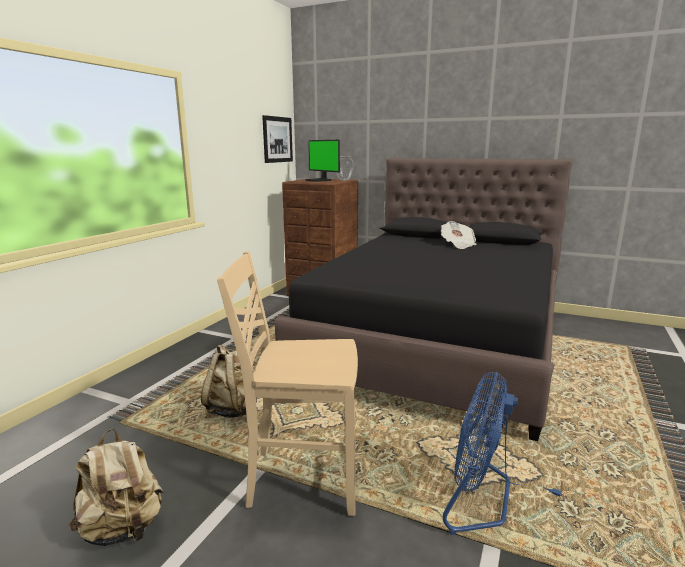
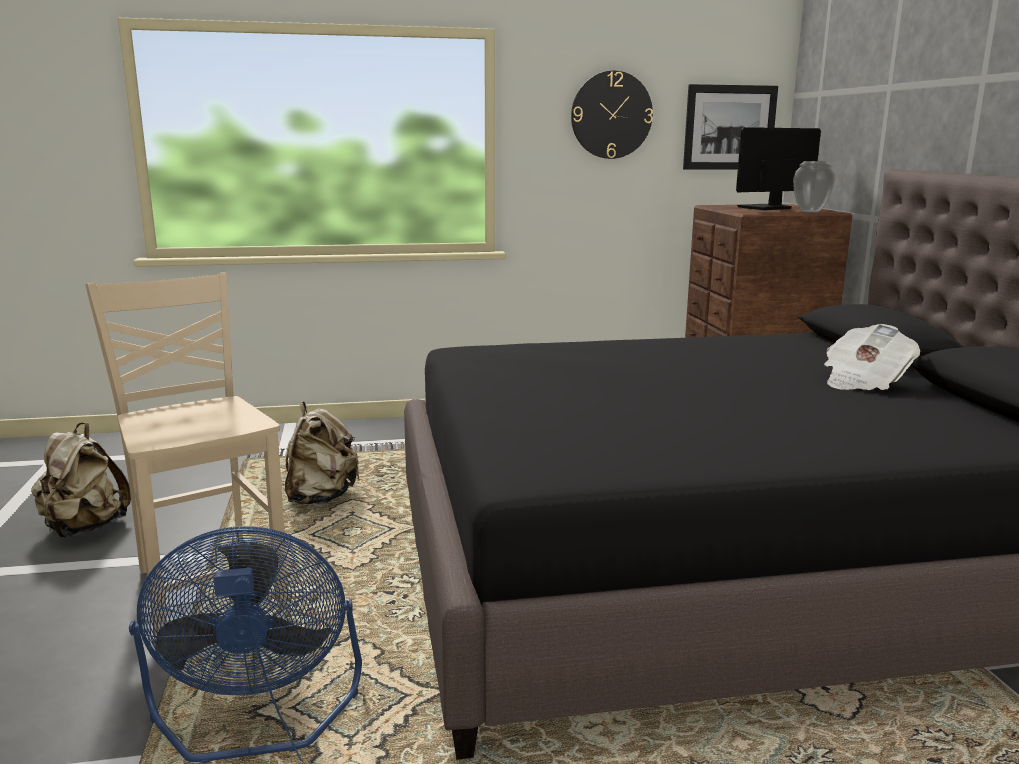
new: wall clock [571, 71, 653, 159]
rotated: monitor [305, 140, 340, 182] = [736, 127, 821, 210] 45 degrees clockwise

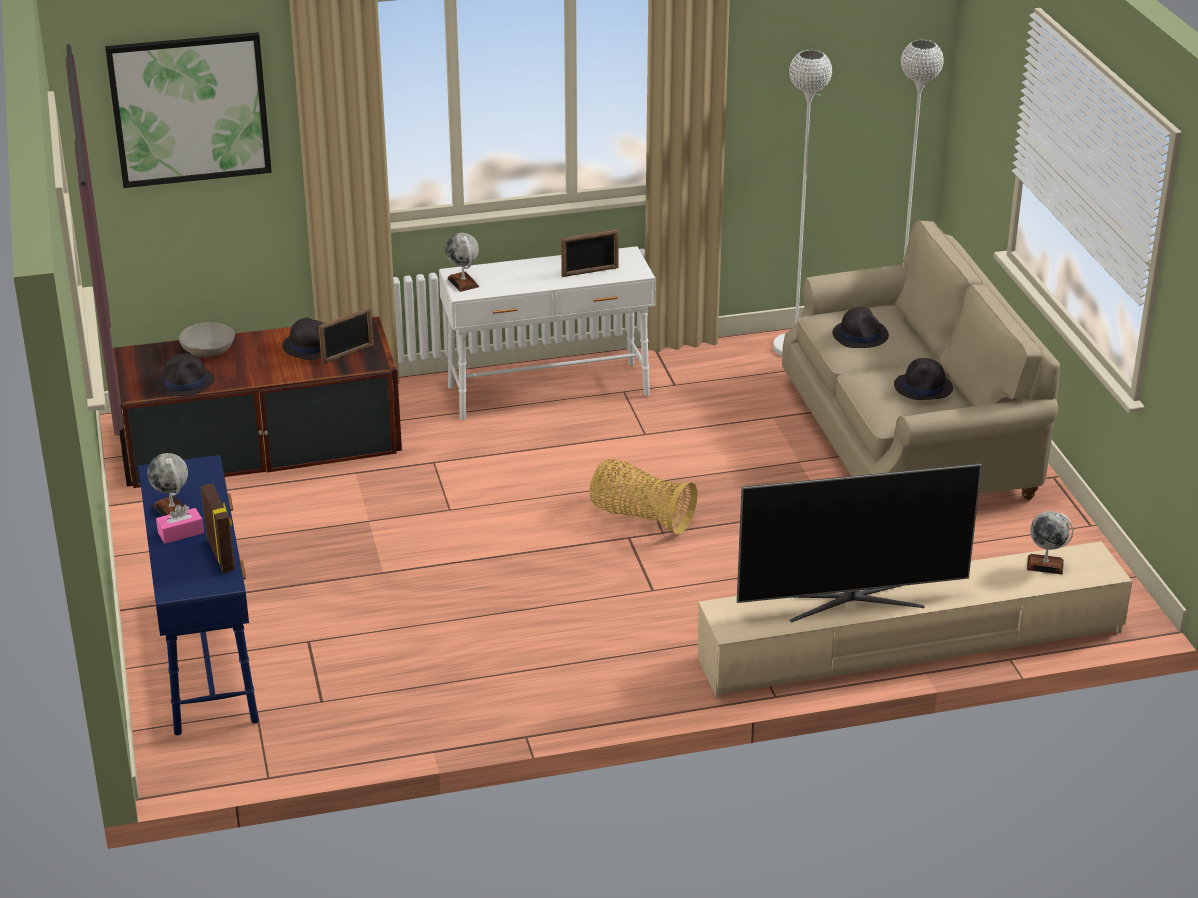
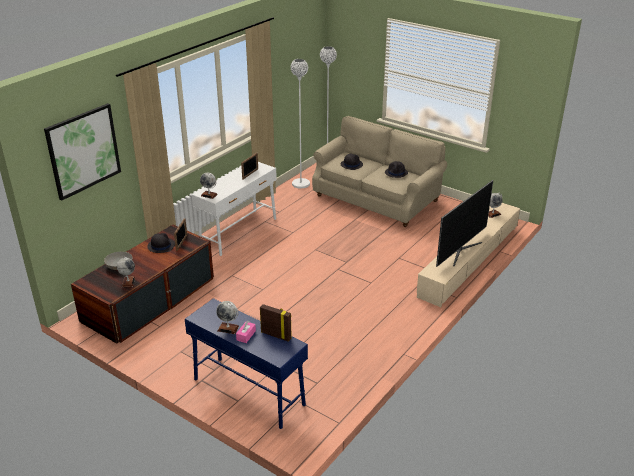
gone: basket [589, 459, 698, 535]
swapped: black hat [156, 353, 215, 396] to globe [117, 256, 135, 287]

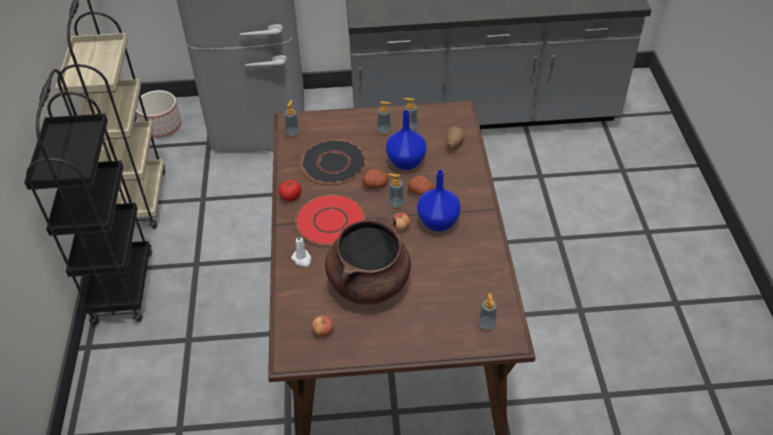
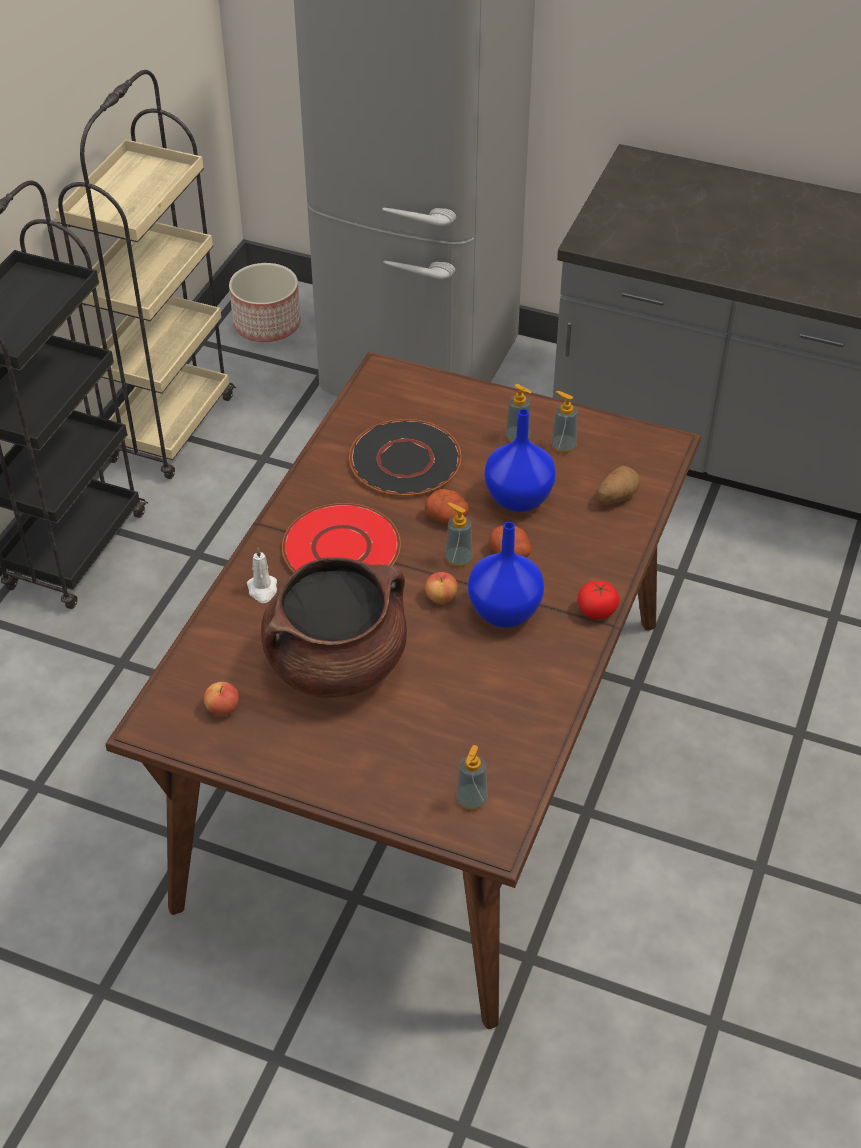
gone: soap dispenser [284, 100, 300, 138]
shifted: tomato [278, 180, 301, 201] to [578, 581, 619, 620]

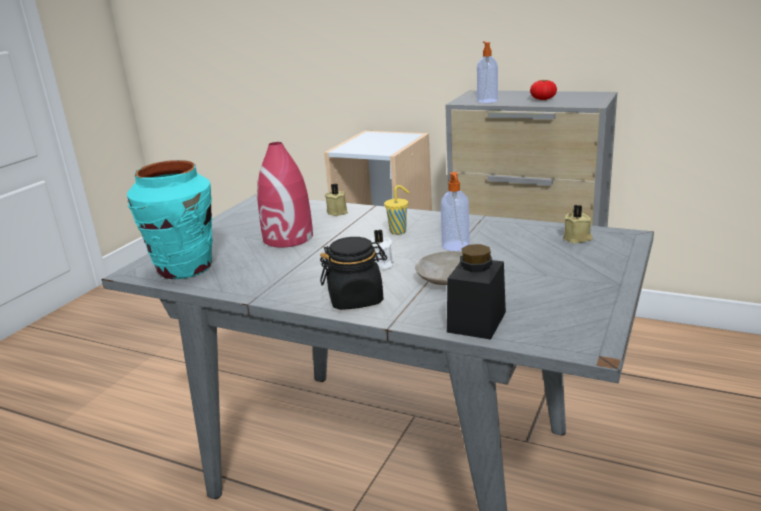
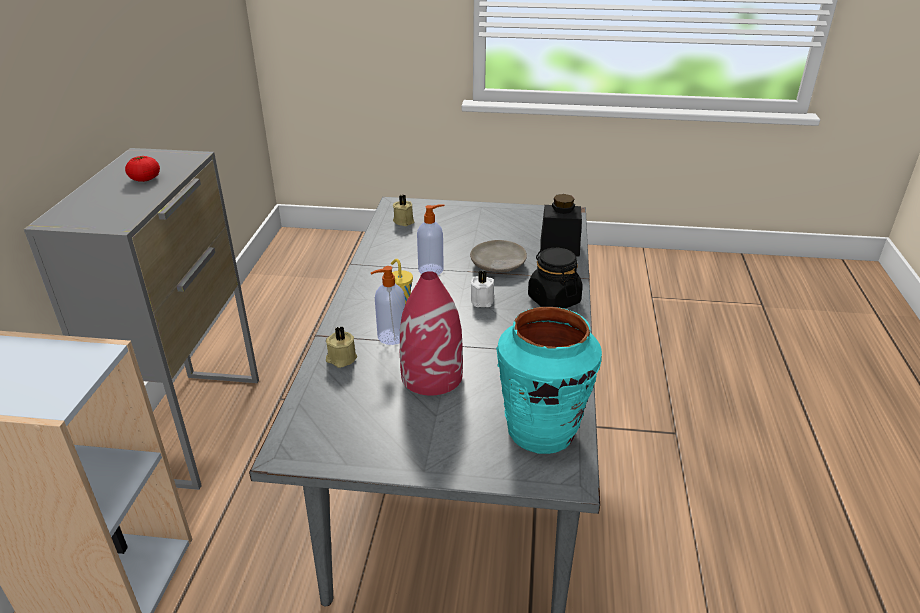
shifted: soap dispenser [477, 41, 498, 103] to [371, 266, 405, 345]

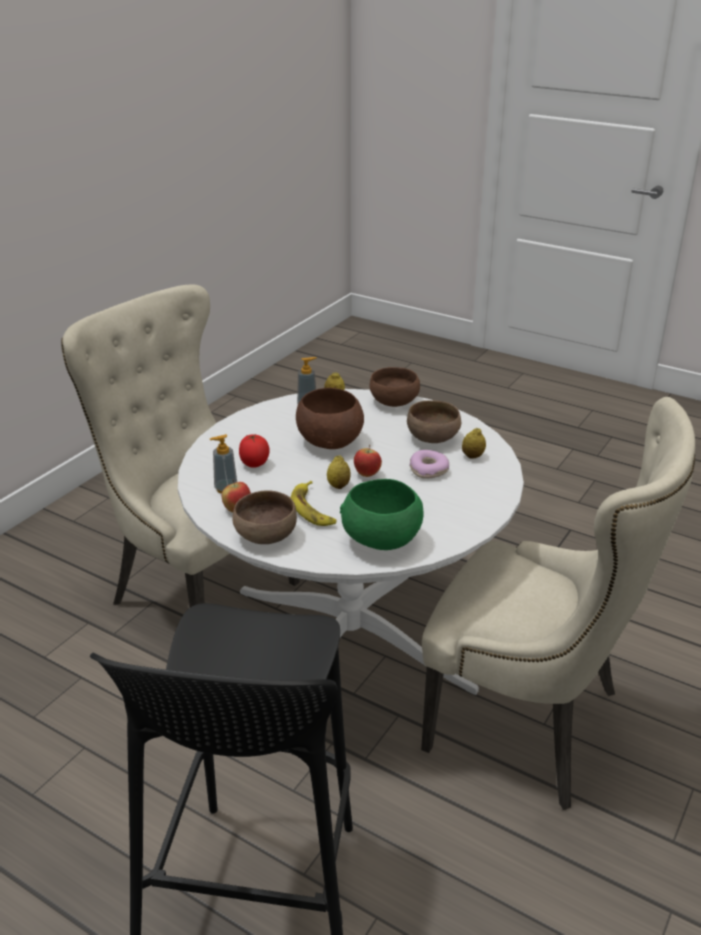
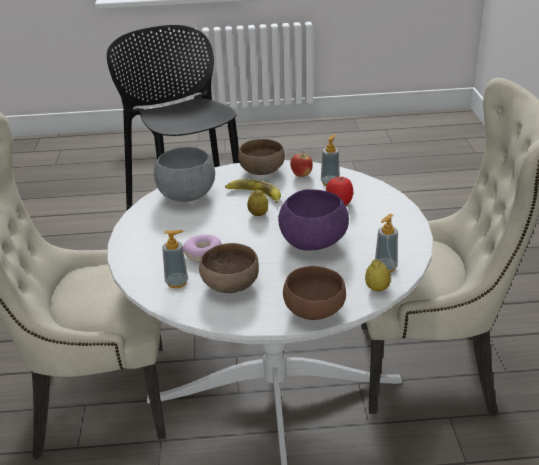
gone: apple [354, 445, 382, 477]
swapped: lemon [462, 428, 486, 458] to soap dispenser [162, 230, 188, 288]
repainted: green bowl [340, 479, 423, 550] to grey bowl [154, 147, 215, 202]; brown bowl [296, 388, 364, 449] to purple bowl [278, 189, 349, 251]

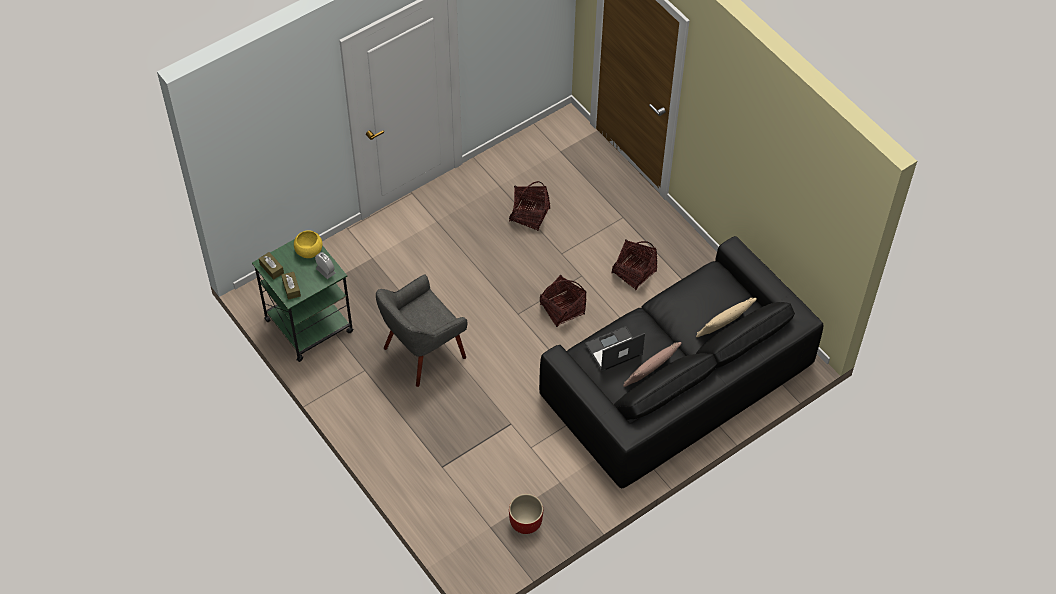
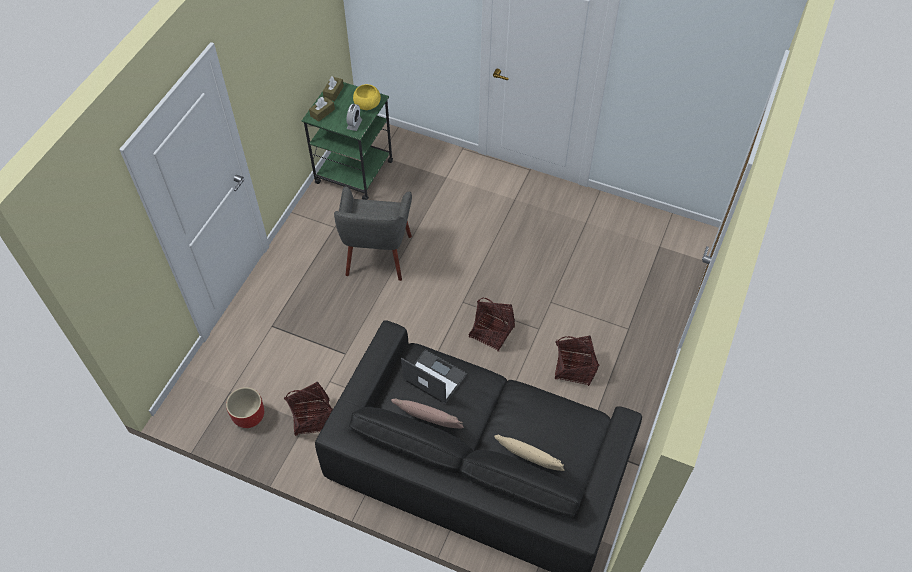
shifted: basket [509, 181, 550, 231] to [284, 382, 333, 436]
rotated: grey armchair [376, 275, 467, 387] = [334, 186, 412, 281] 105 degrees counterclockwise

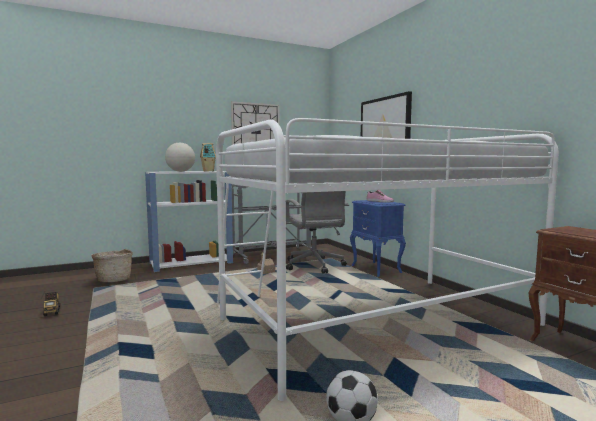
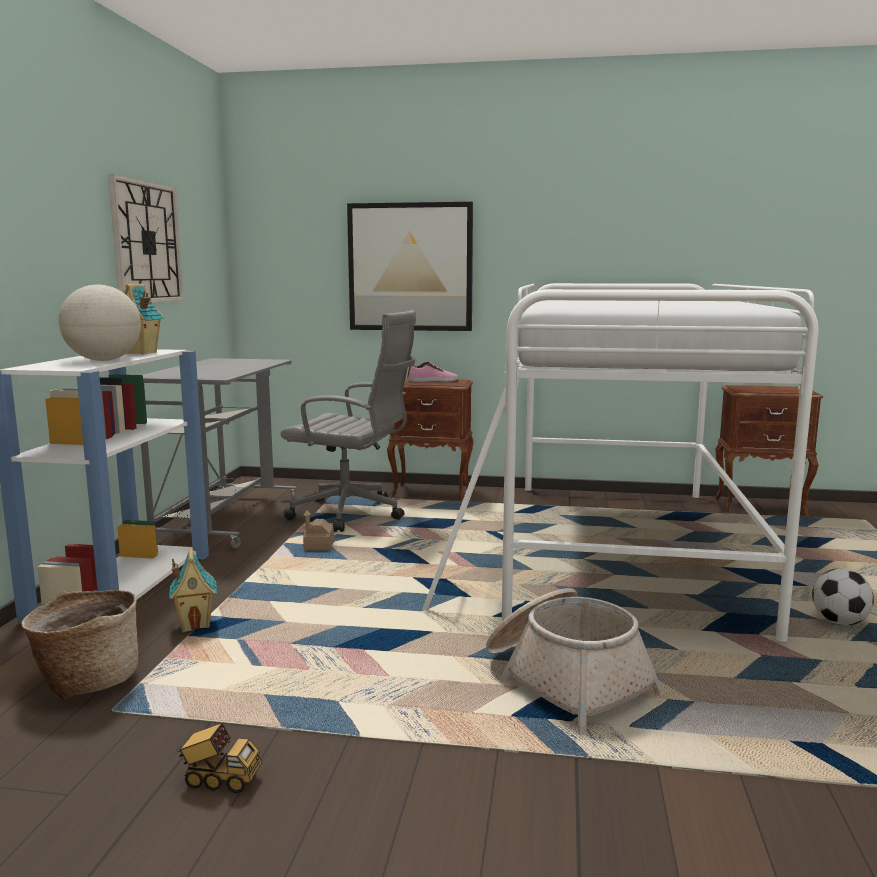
new: toy house [169, 548, 217, 633]; basket [486, 588, 663, 733]
repainted: blue nightstand [350, 200, 406, 277] to brown nightstand [387, 378, 473, 501]

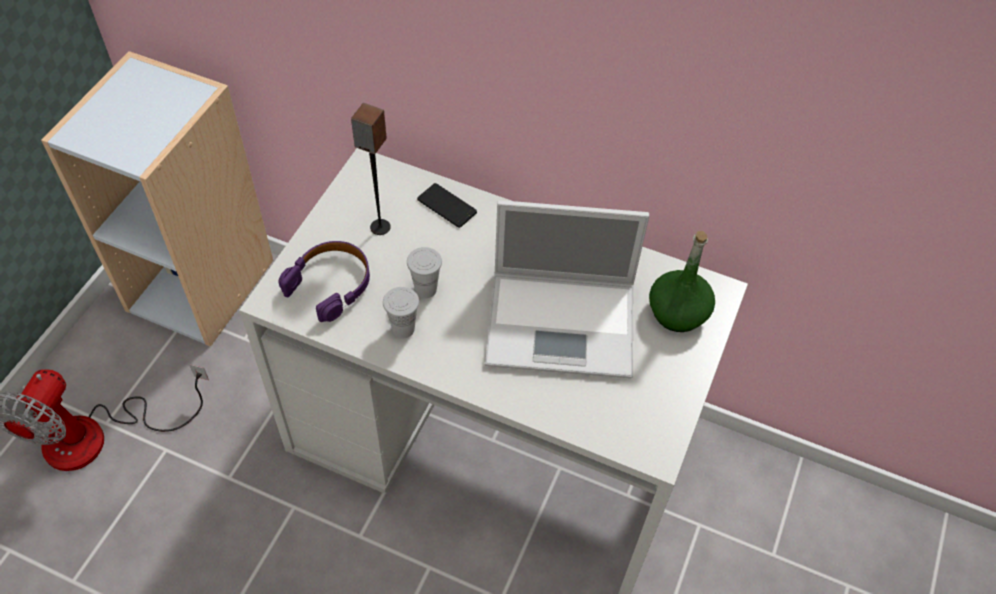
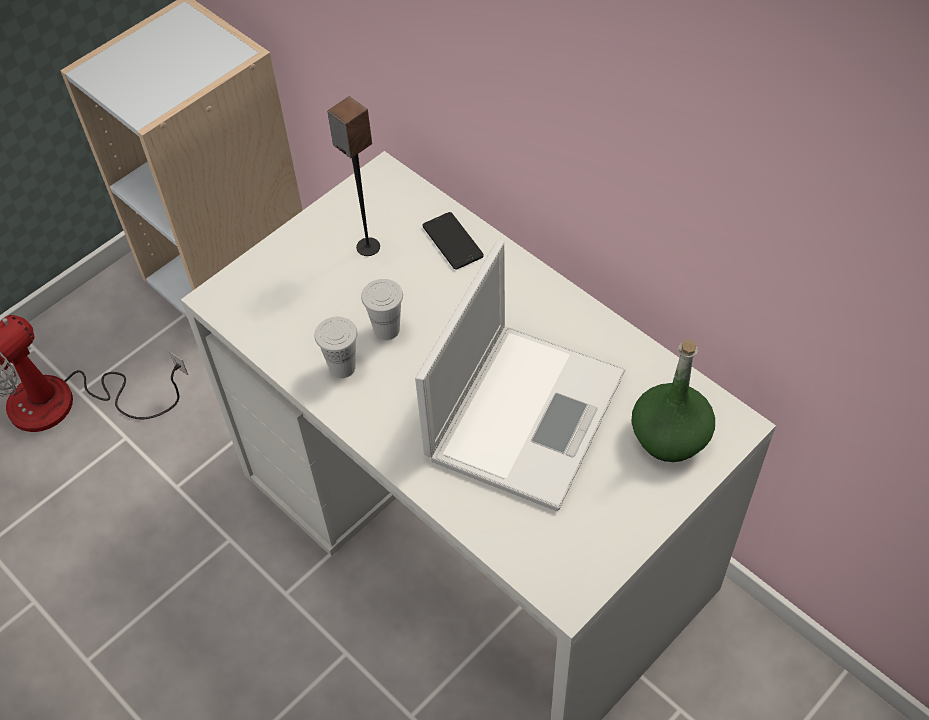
gone: purple headphones [278, 241, 370, 322]
rotated: laptop [485, 200, 649, 379] = [415, 241, 625, 511] 90 degrees counterclockwise

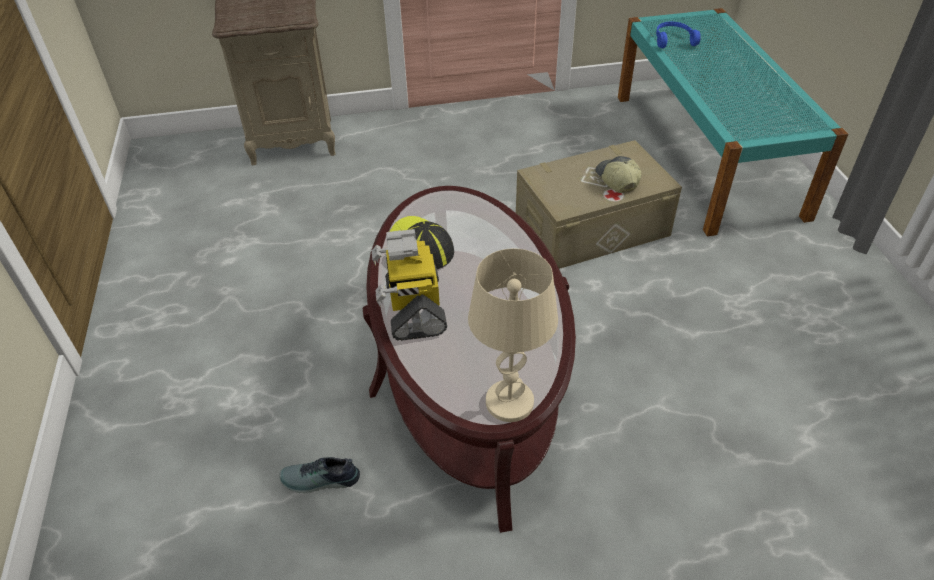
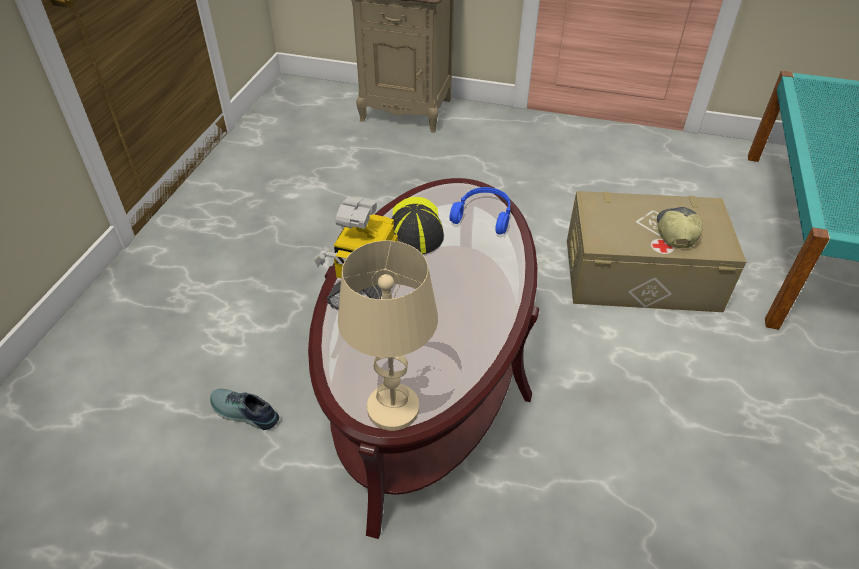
shifted: blue headphones [656, 22, 701, 48] to [449, 187, 510, 234]

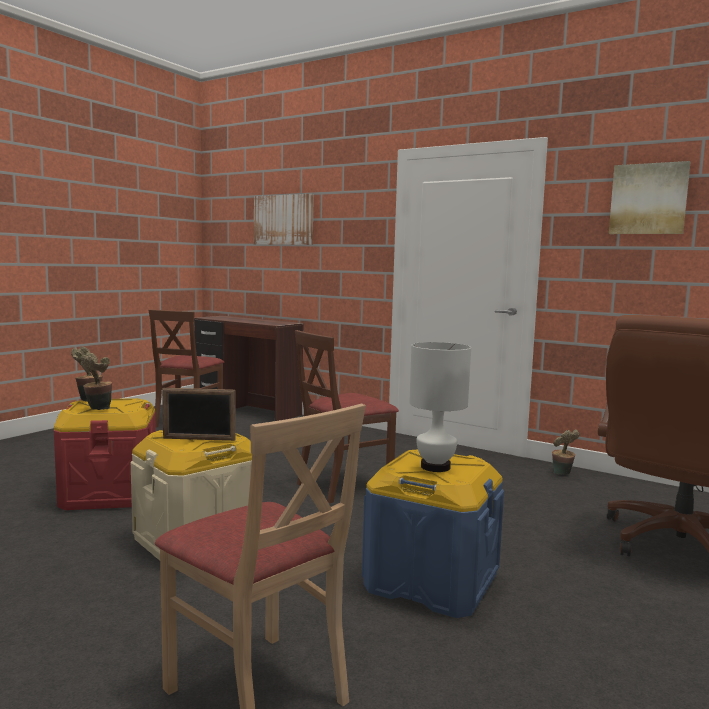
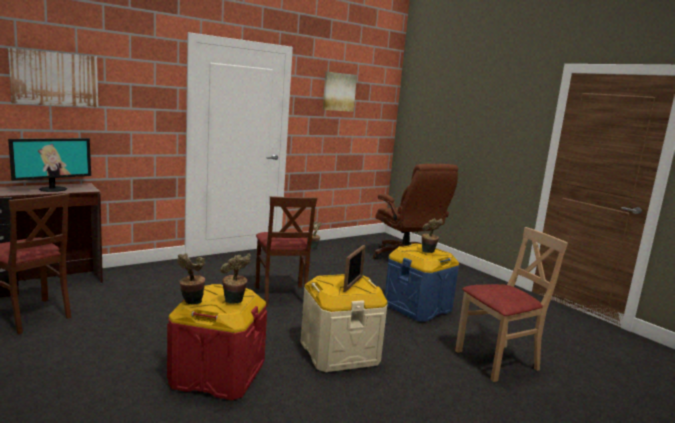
new: monitor [8, 138, 91, 192]
swapped: white table lamp [409, 342, 471, 472] to potted plant [422, 218, 443, 253]

